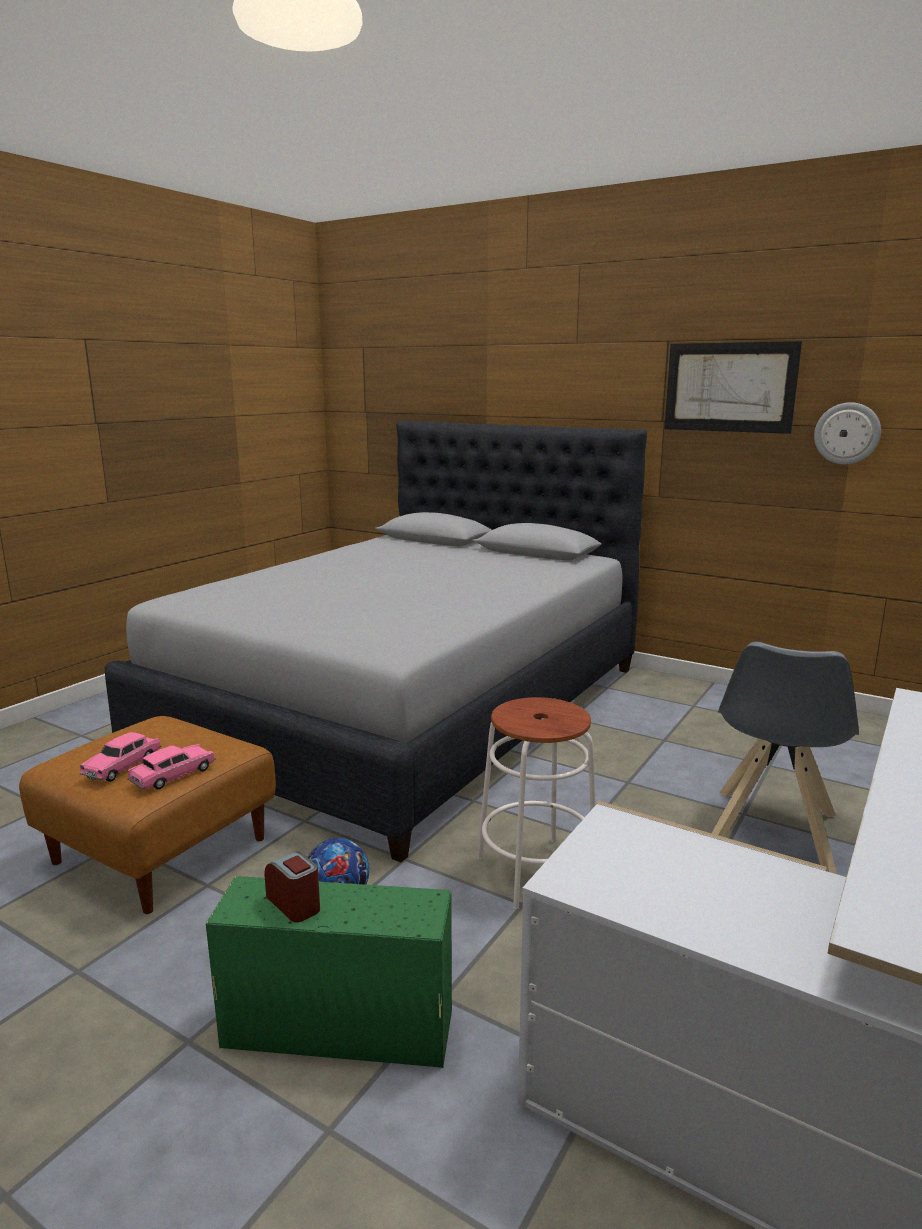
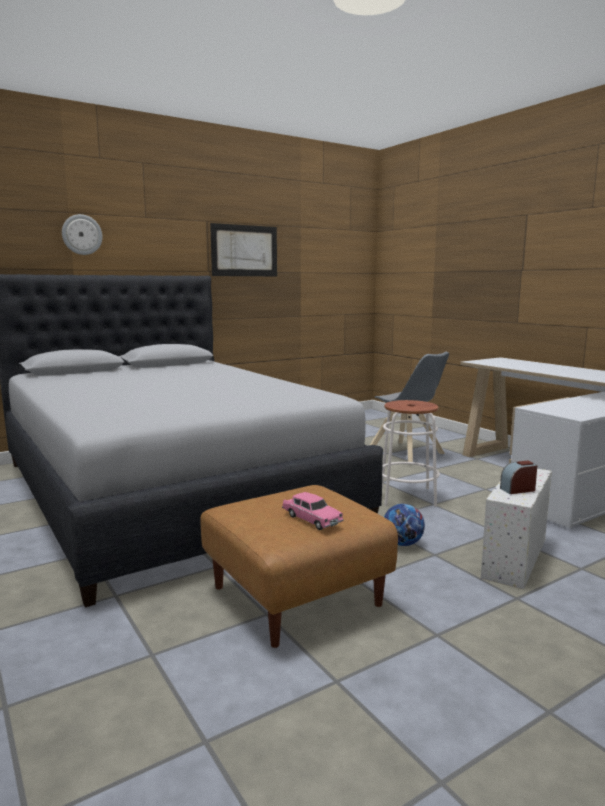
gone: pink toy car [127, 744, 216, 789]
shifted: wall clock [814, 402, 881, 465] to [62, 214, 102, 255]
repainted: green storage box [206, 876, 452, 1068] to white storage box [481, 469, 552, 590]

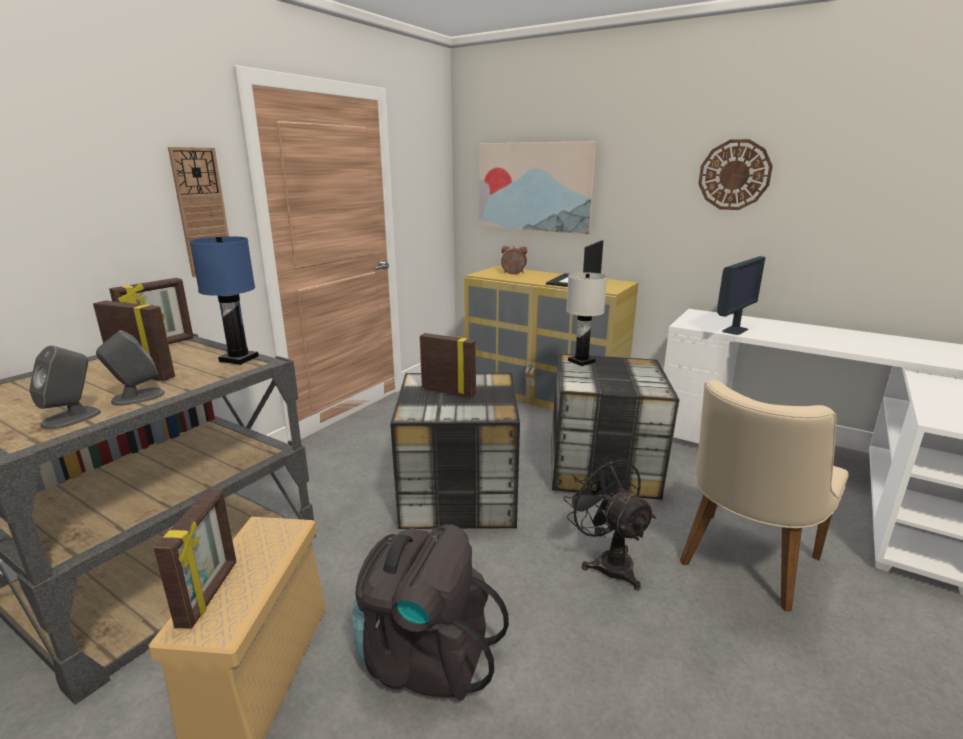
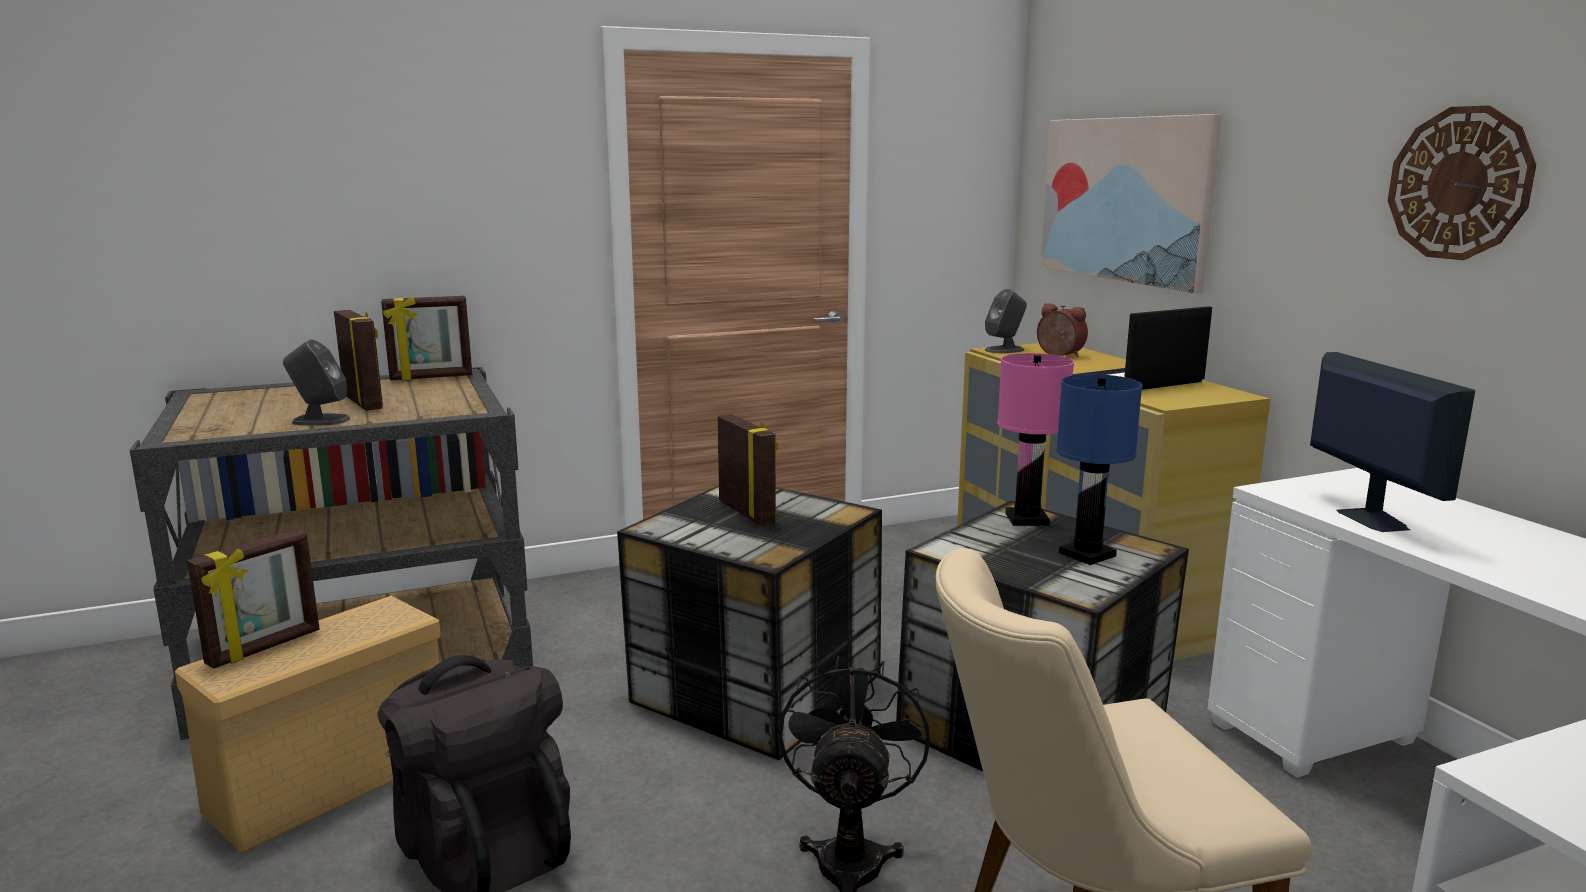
gone: wall clock [168, 147, 229, 277]
shifted: grey speaker [29, 345, 101, 430] to [985, 289, 1027, 353]; blue table lamp [189, 236, 259, 365] to [1056, 374, 1142, 565]
repainted: white table lamp [566, 272, 607, 366] to pink table lamp [997, 353, 1074, 526]
rotated: monitor [717, 256, 765, 335] = [1310, 352, 1475, 532] 90 degrees counterclockwise

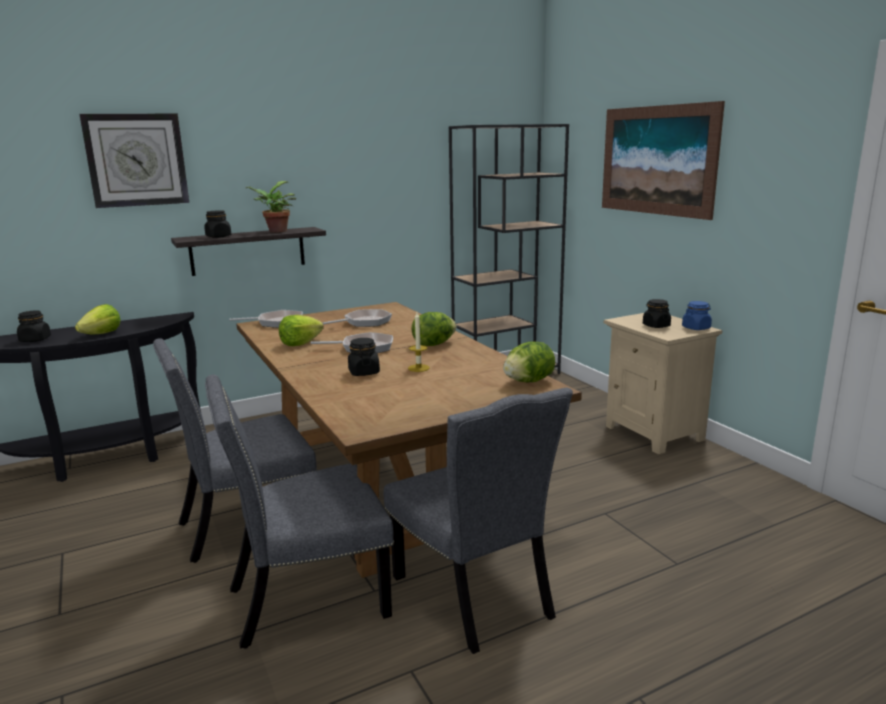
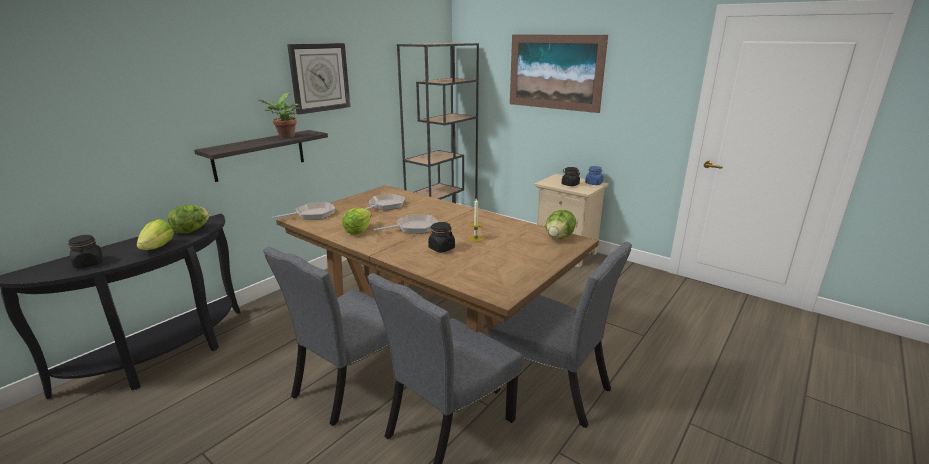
gone: black jar [204, 210, 231, 238]
shifted: lettuce [412, 312, 456, 346] to [168, 205, 210, 233]; wall clock [79, 114, 189, 208] to [287, 43, 350, 114]

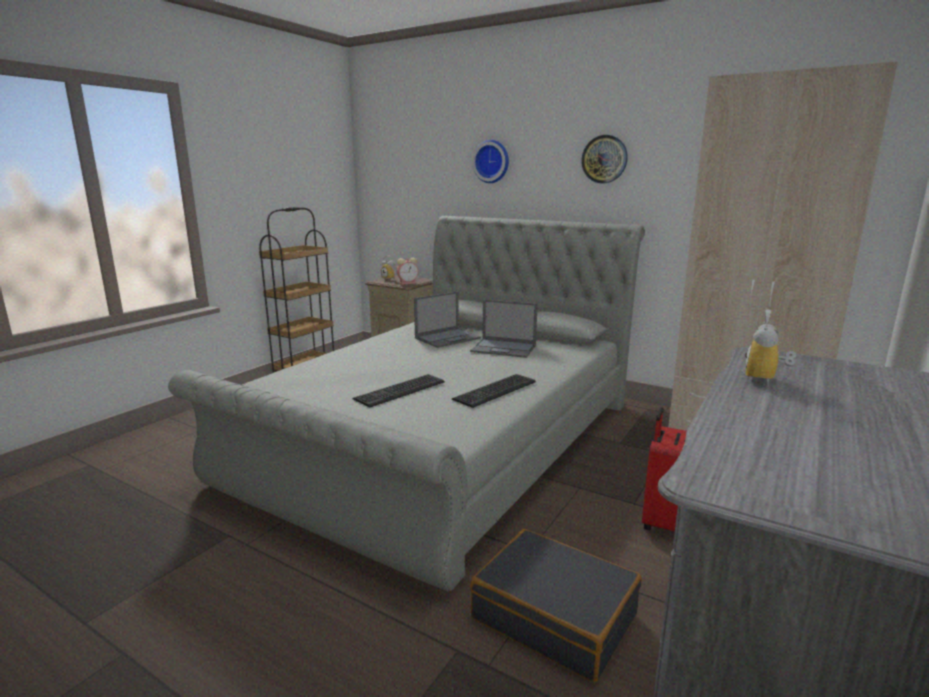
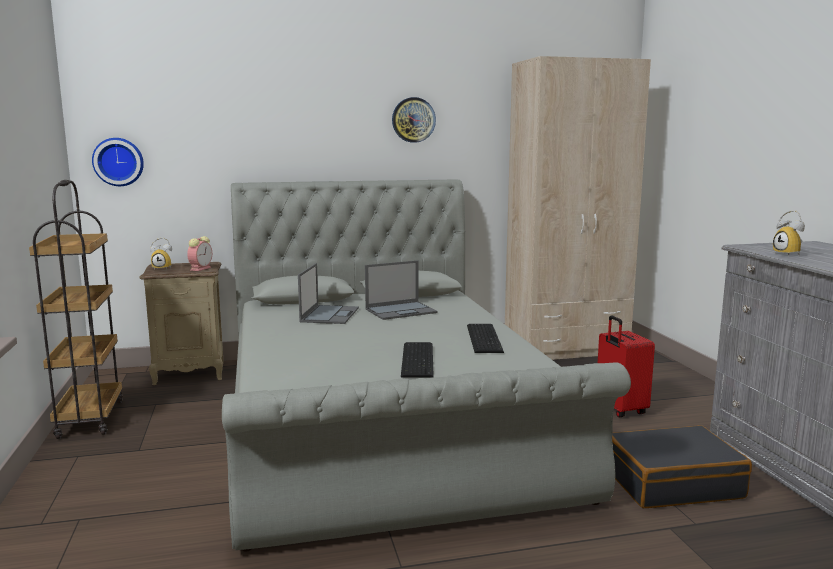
shifted: wall clock [472, 140, 509, 183] to [92, 138, 144, 186]

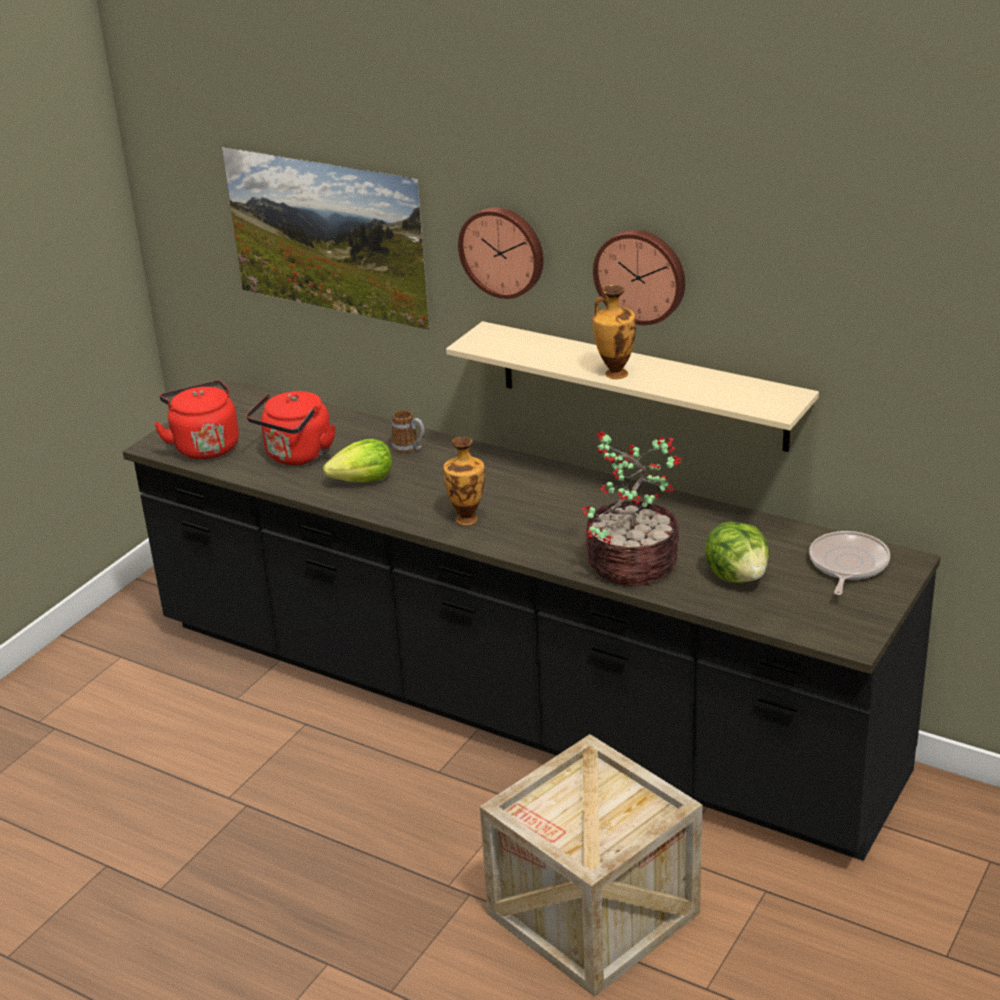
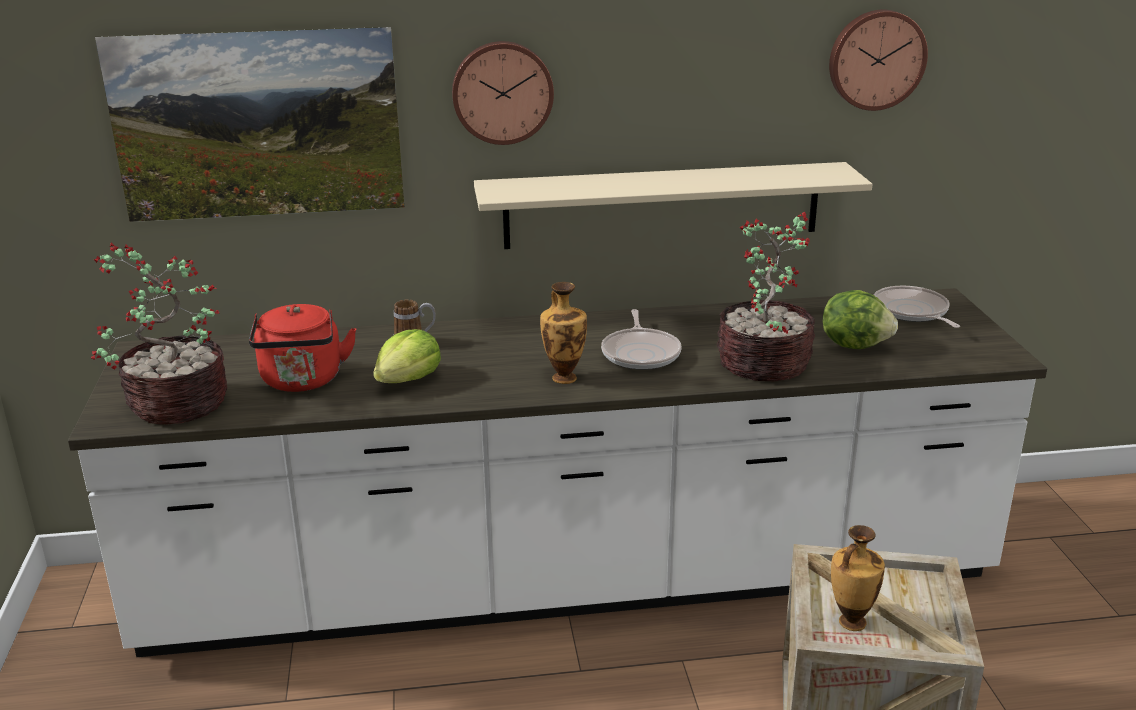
new: frying pan [601, 309, 681, 370]
shifted: wall clock [593, 230, 685, 325] to [829, 9, 928, 111]; vase [592, 285, 636, 379] to [831, 525, 885, 631]
swapped: red kettle [154, 380, 239, 460] to potted plant [91, 242, 227, 425]
repainted: black counter [123, 380, 940, 861] to white counter [68, 288, 1047, 657]

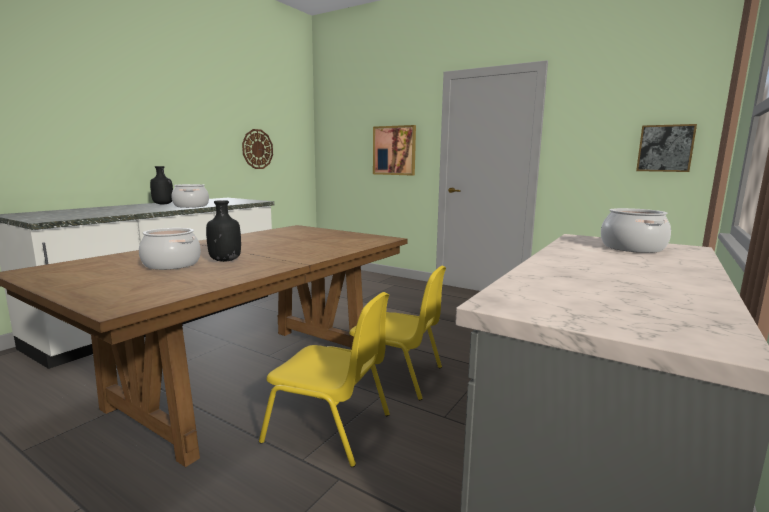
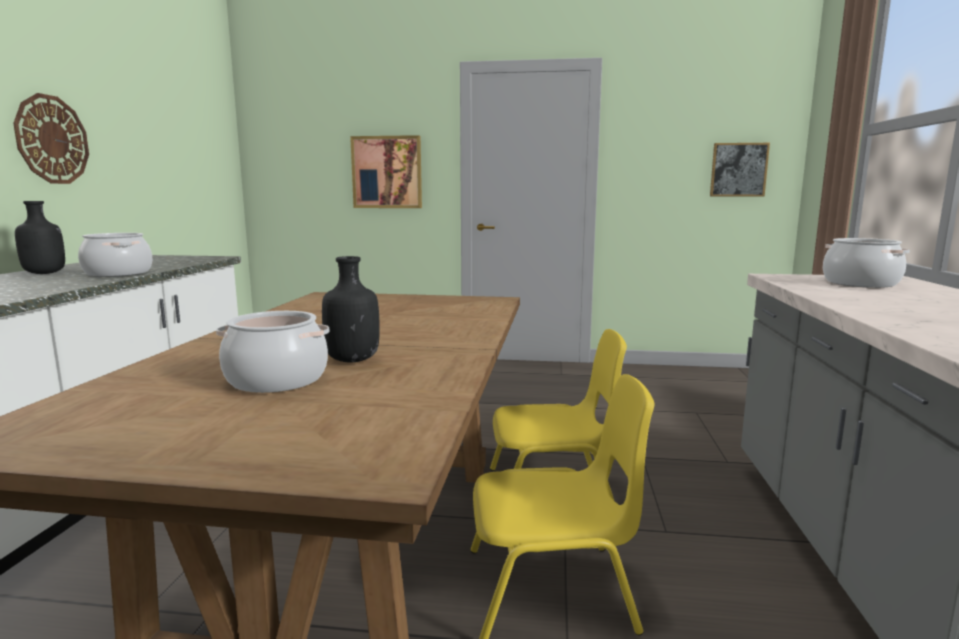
shifted: wall clock [242, 129, 273, 169] to [13, 93, 89, 184]

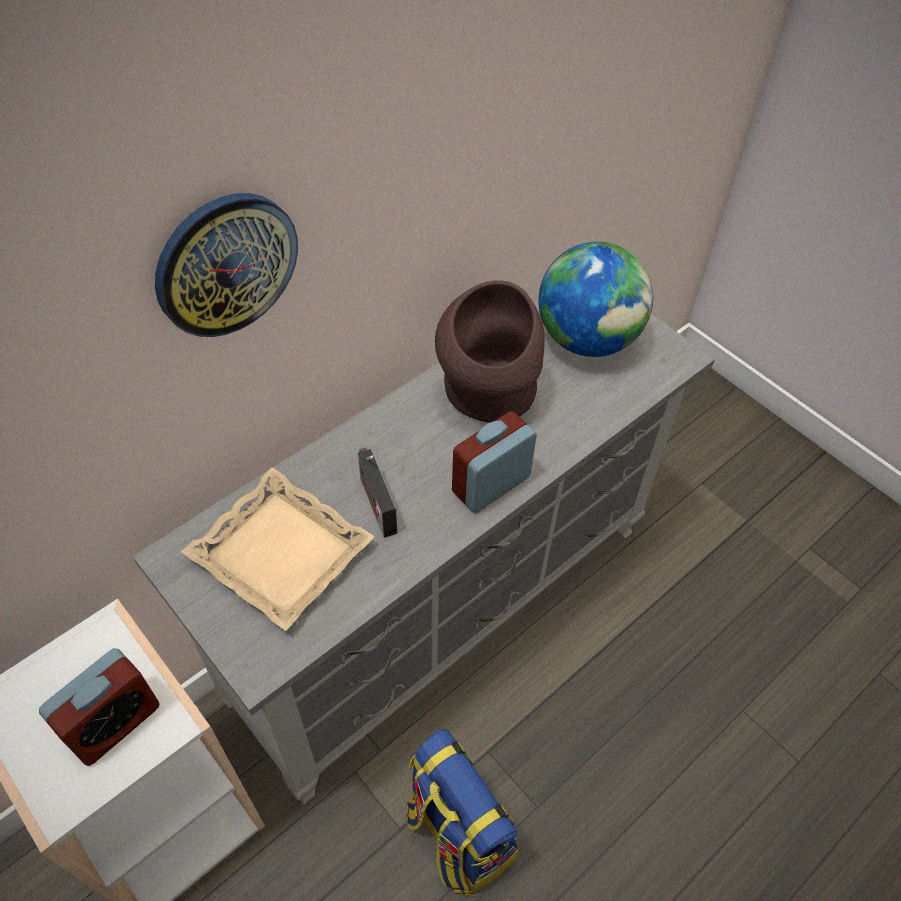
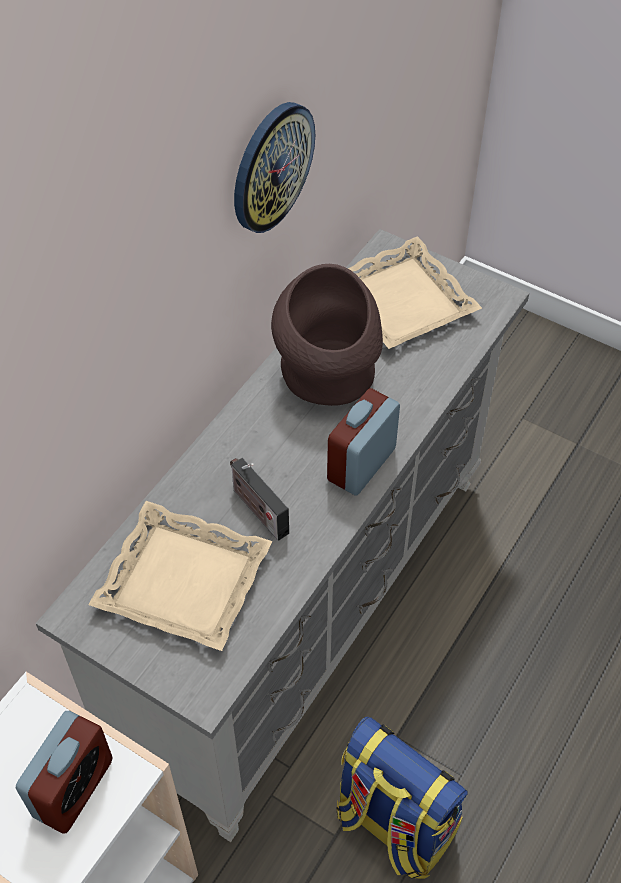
shifted: wall clock [155, 193, 298, 337] to [234, 102, 315, 233]
swapped: globe [538, 242, 653, 357] to beige tray [348, 236, 482, 349]

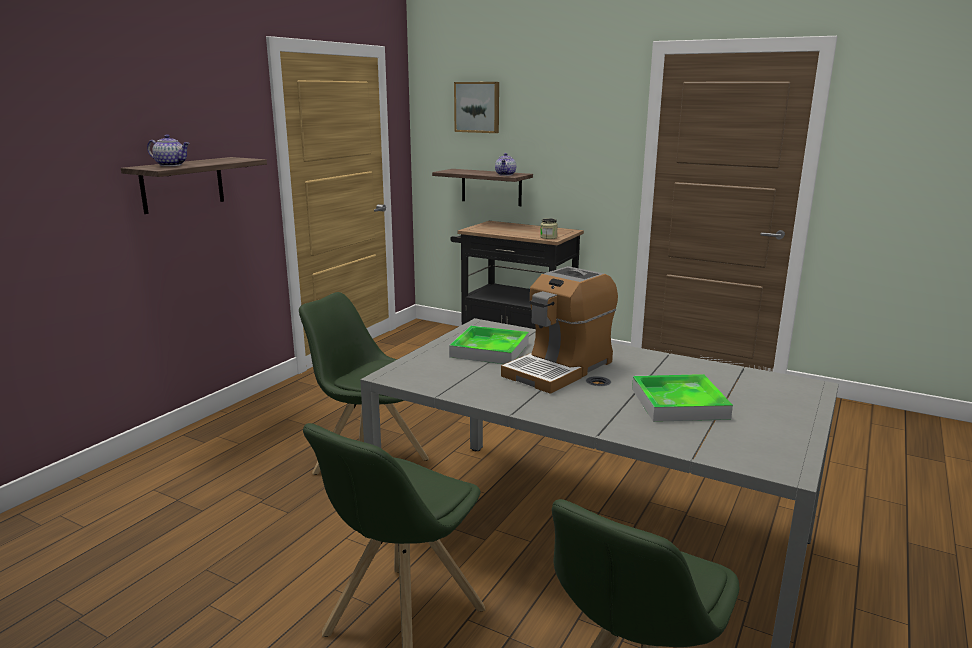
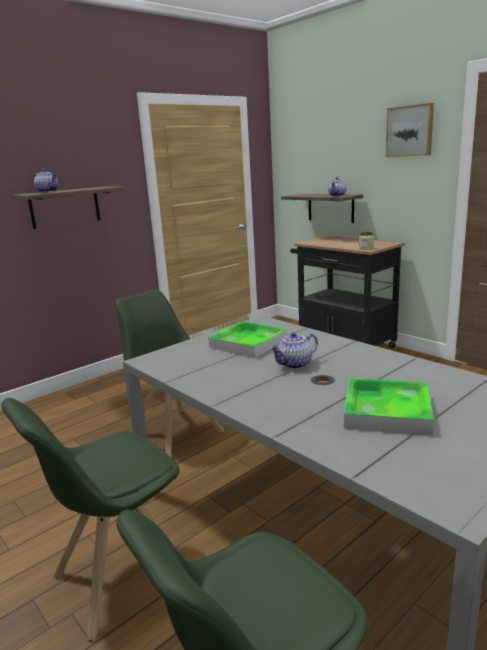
shifted: picture [454, 82, 499, 133] to [386, 103, 434, 157]
swapped: coffee machine [501, 266, 618, 394] to teapot [270, 332, 318, 369]

